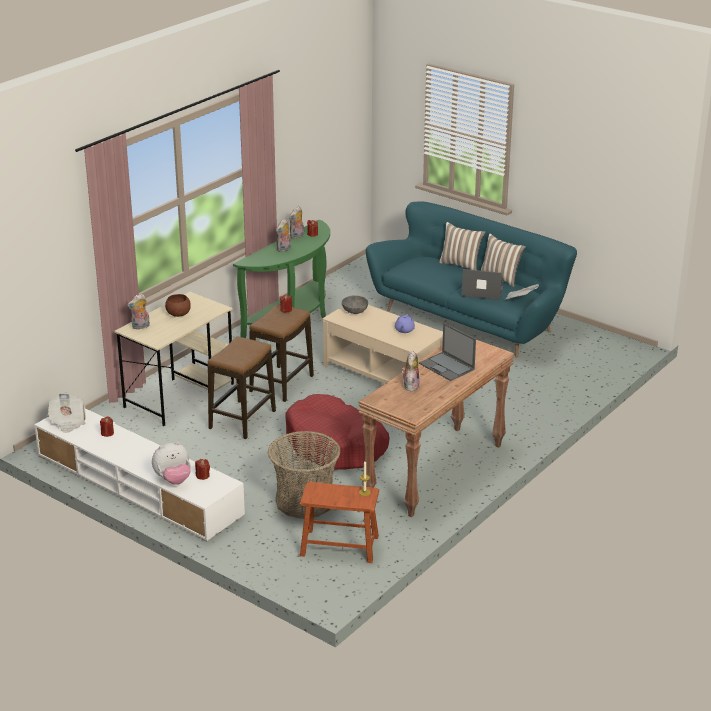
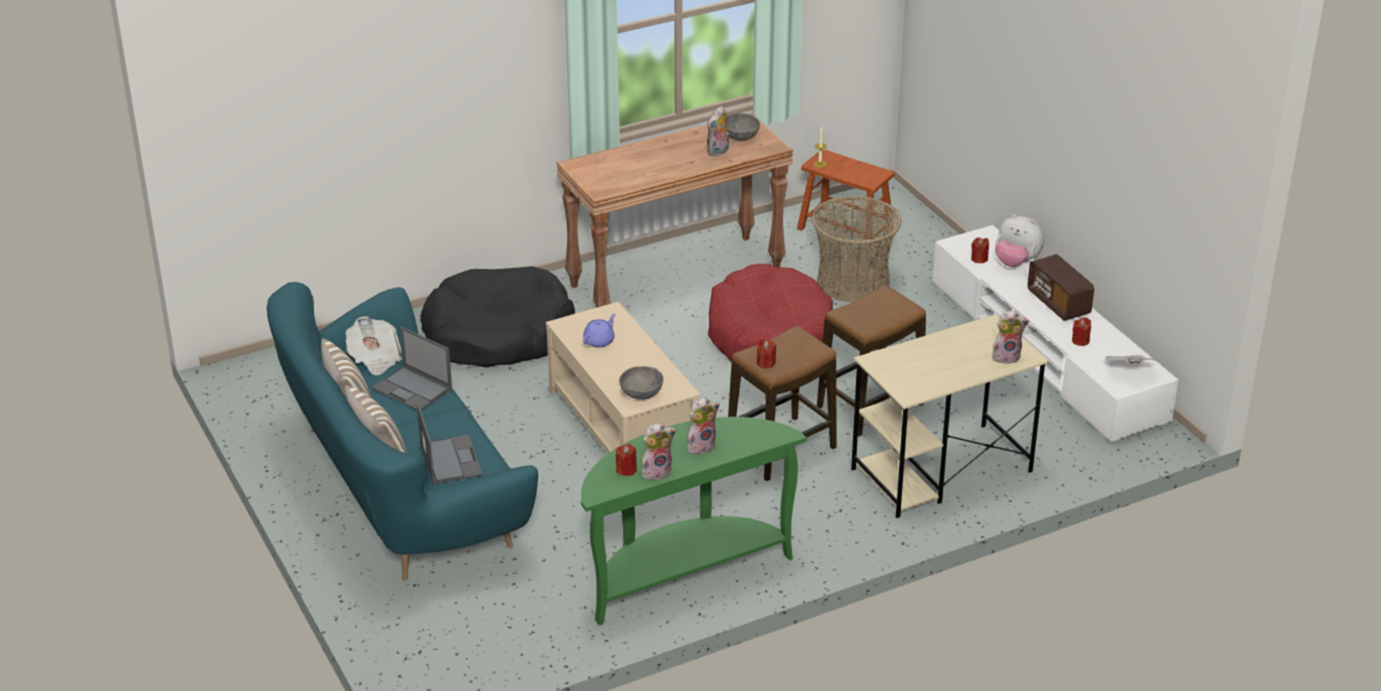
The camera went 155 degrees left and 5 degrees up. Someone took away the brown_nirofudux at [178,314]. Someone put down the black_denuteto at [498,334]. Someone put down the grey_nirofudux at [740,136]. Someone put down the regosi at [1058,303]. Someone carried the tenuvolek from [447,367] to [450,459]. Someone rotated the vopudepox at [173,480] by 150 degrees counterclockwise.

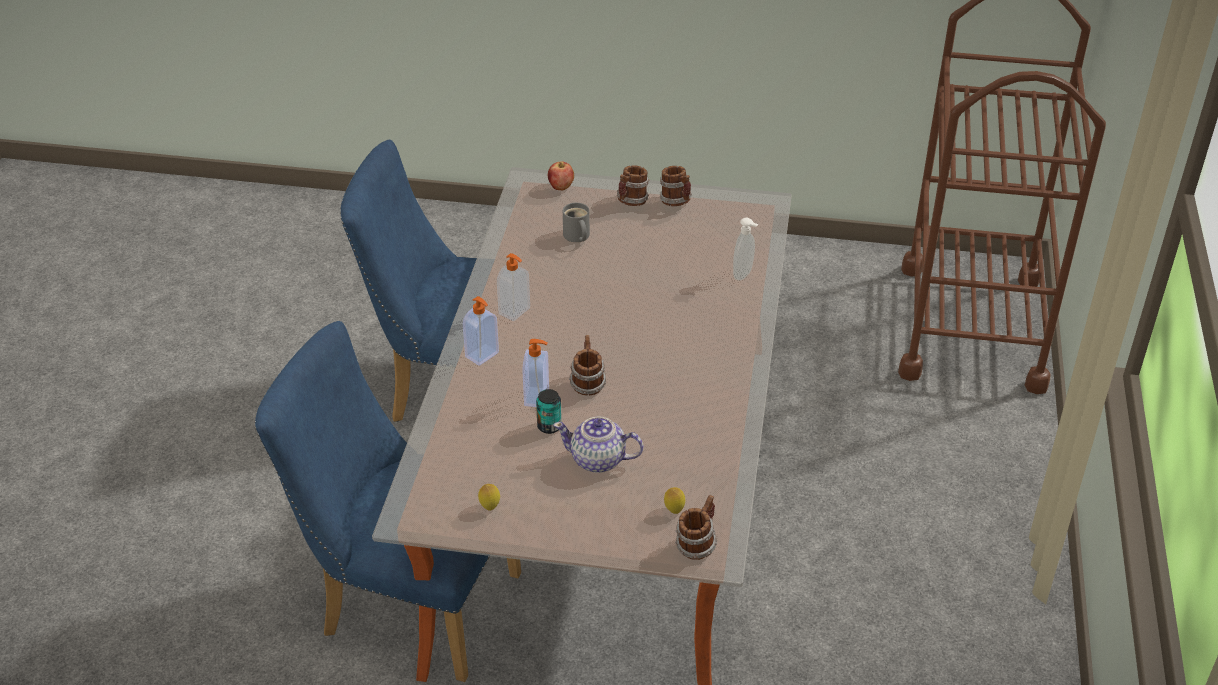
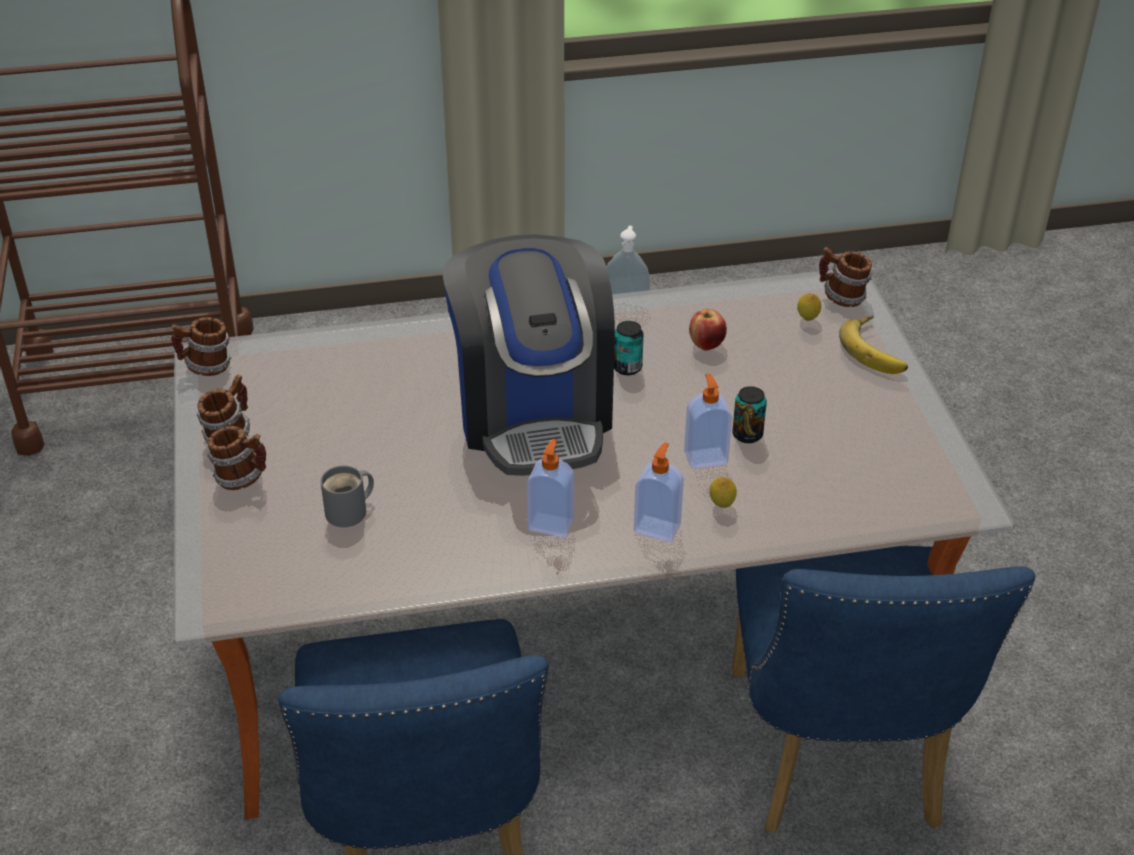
The camera went 110 degrees left and 0 degrees up. Someone took away the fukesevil at [598,460]. Someone put down the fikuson at [533,413]. Someone put down the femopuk at [627,367]. Someone put down the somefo at [877,350]. Someone carried the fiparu from [490,507] to [721,506]. Someone carried the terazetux from [561,187] to [706,344]. Someone carried the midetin from [587,383] to [206,367]. Someone carried the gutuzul from [744,275] to [626,303].

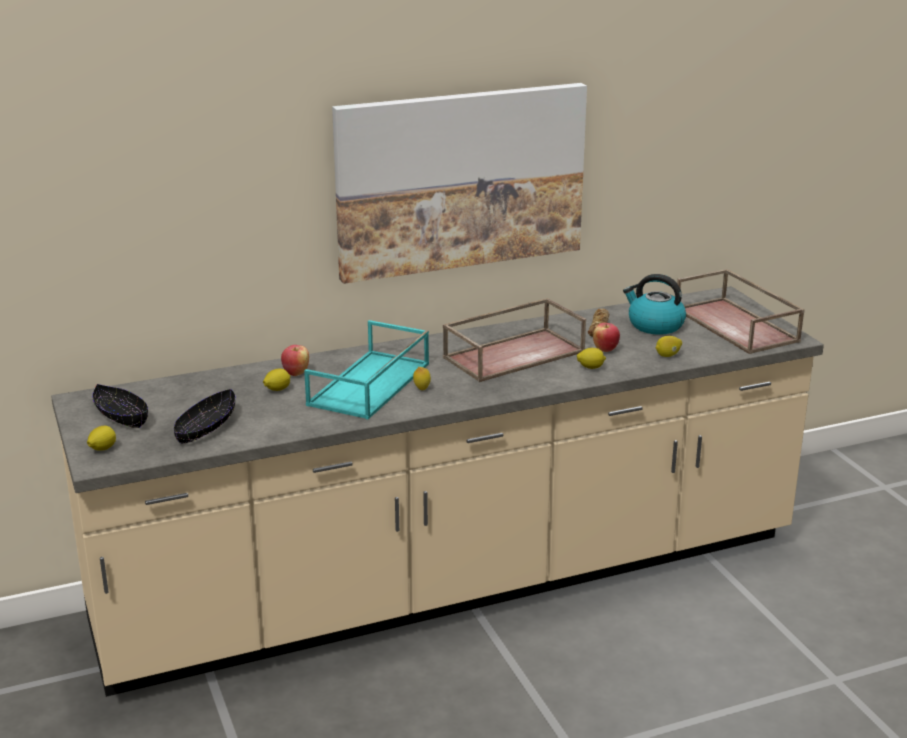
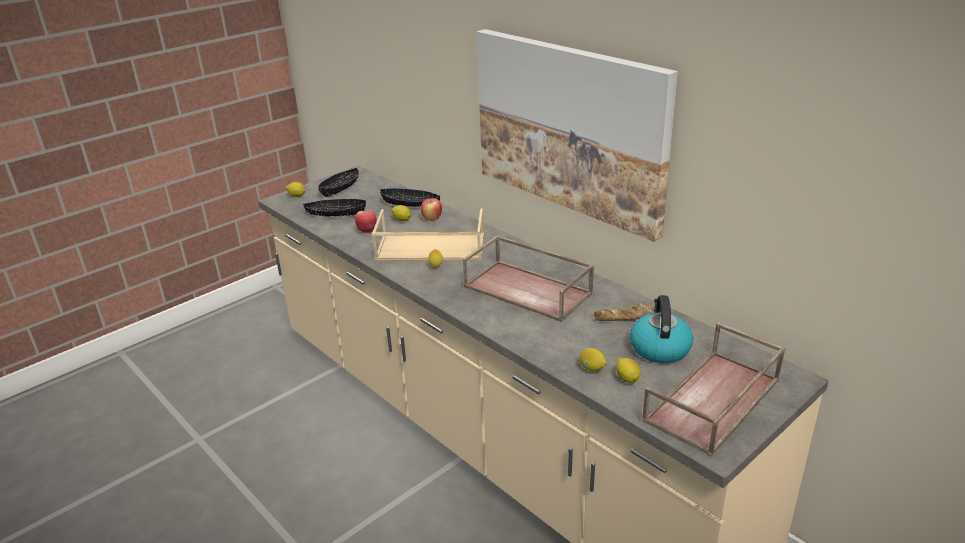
The camera went 70 degrees right and 5 degrees up. Someone put down the black_nirofudux at [410,204]. Someone carried the fiparu from [590,367] to [627,379]. Someone carried the terazetux from [605,349] to [367,231]. Someone repainted the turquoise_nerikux at [370,385], which became the beige_nerikux at [429,247].

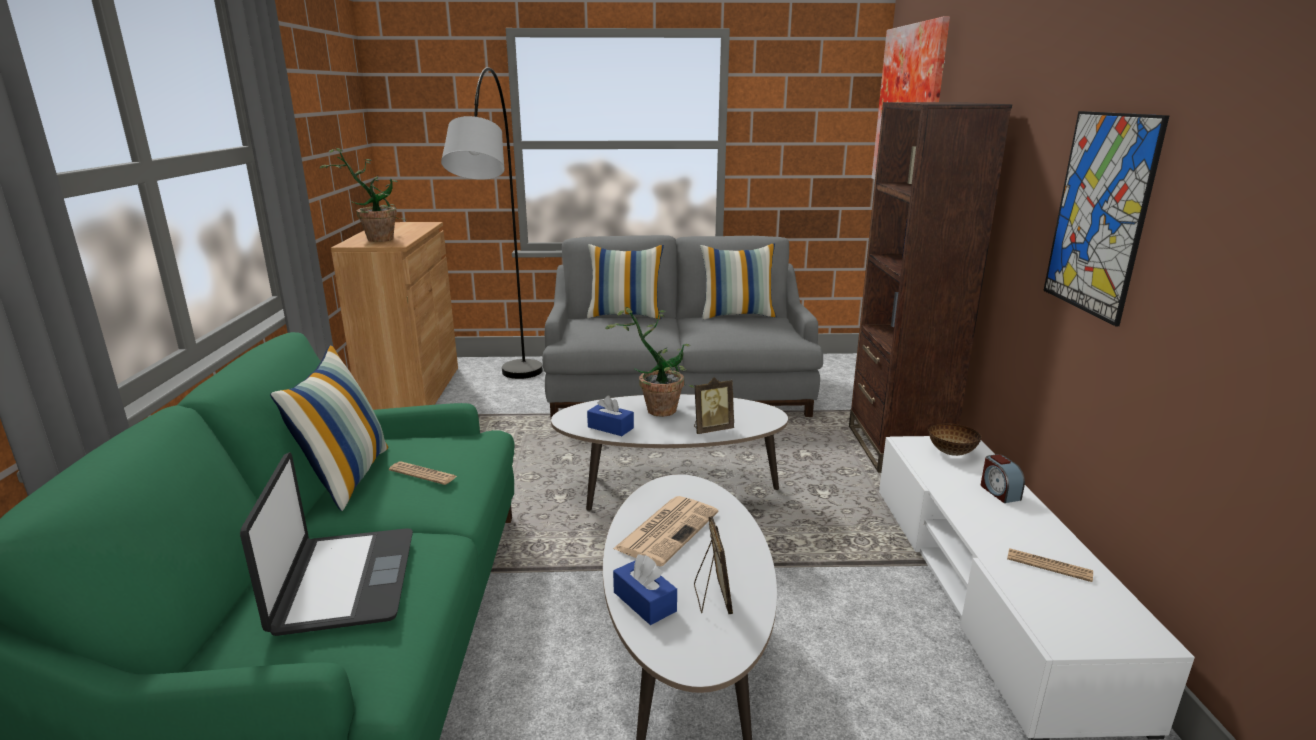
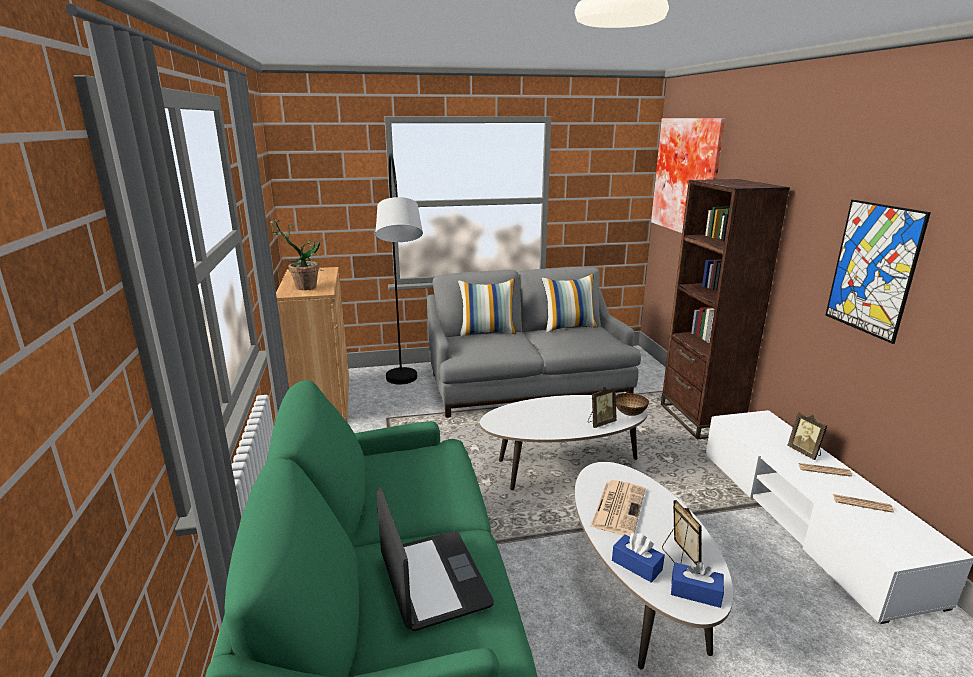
The camera went 10 degrees left and 0 degrees up. Someone took away the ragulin at [346,477]. Someone took away the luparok at [658,407]. Someone carried the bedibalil from [423,474] to [824,470]. Someone carried the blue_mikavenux from [610,427] to [695,592]. Someone carried the nirofudux from [952,452] to [630,413]. Someone swapped the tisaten at [999,492] for the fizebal at [805,452].

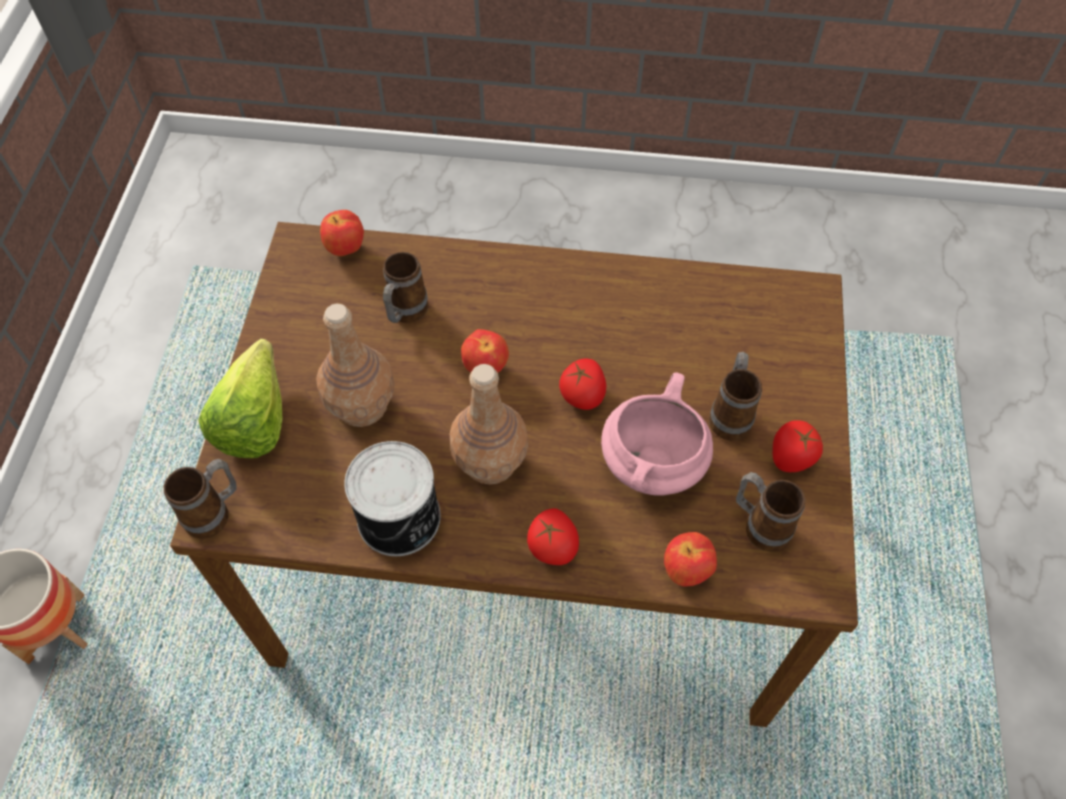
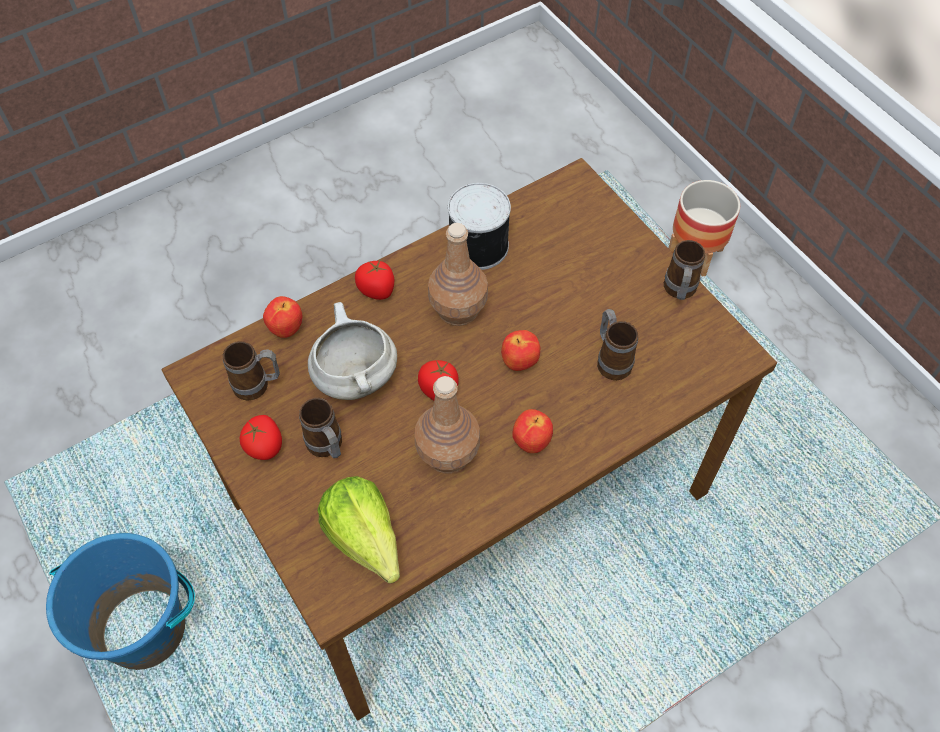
The camera went 140 degrees right and 0 degrees up. Someone put down the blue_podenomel at [145,628]. Someone carried the midetin from [215,513] to [678,292]. Someone carried the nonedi from [259,412] to [367,547]. Someone carried the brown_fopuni from [362,405] to [447,454]. Someone carried the terazetux from [345,249] to [531,441]. Someone repainted the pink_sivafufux at [653,465], which became the white_sivafufux at [354,376].

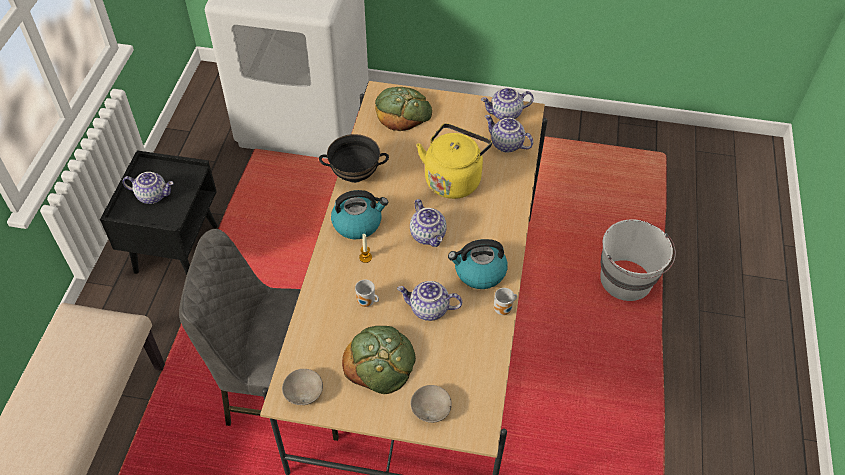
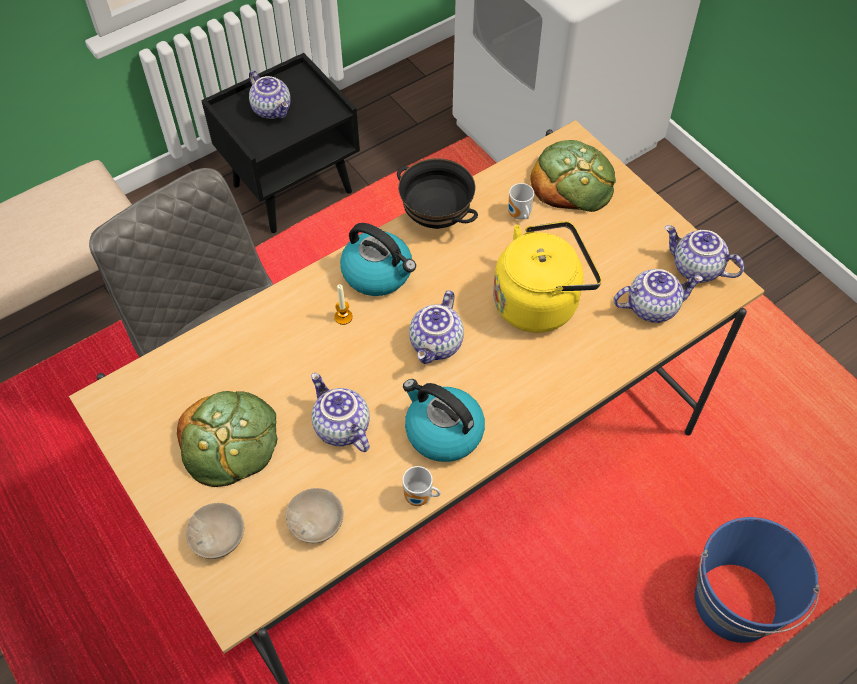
The camera went 45 degrees right and 5 degrees up. Someone carried the beige_nirofudux from [305,391] to [318,522]. Someone carried the midetin from [366,303] to [518,215]. Someone repainted the white_podenomel at [626,281], which became the blue_podenomel at [735,604]. Someone rotated the fukesevil at [506,145] by 90 degrees clockwise.

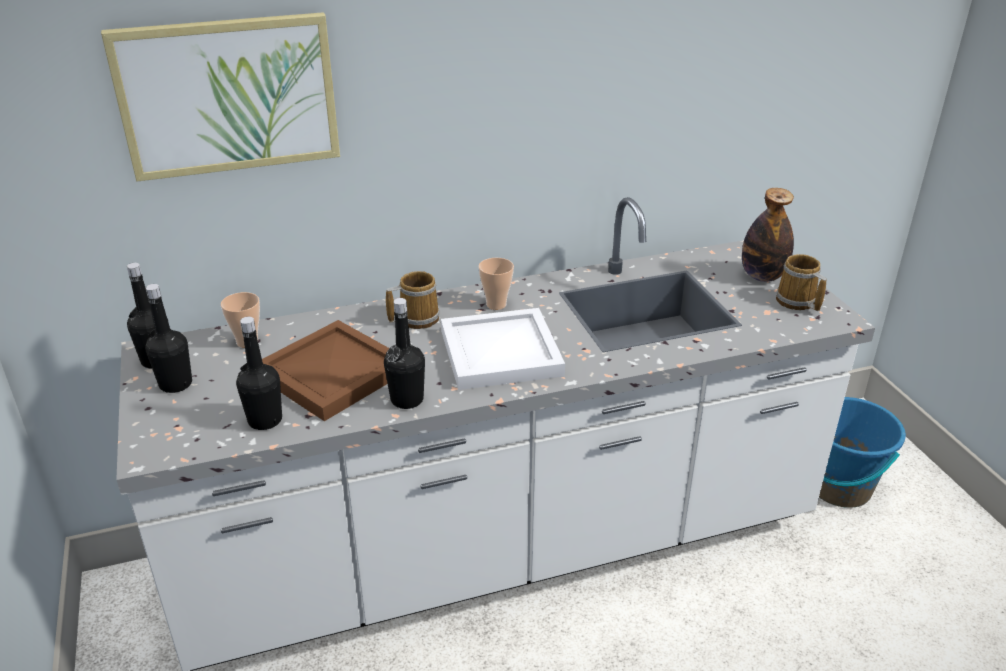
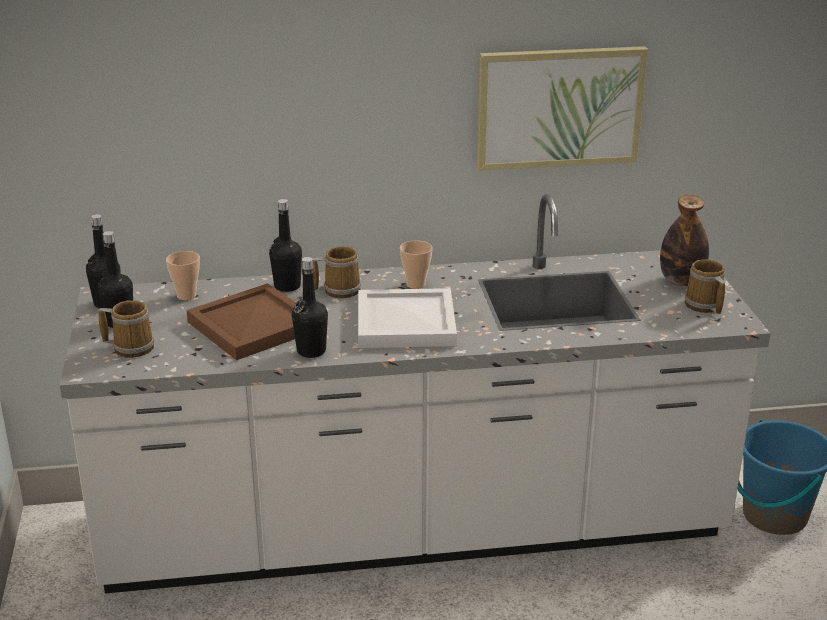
The camera went 10 degrees right and 5 degrees down. Someone put down the midetin at [131,347]. Someone carried the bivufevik from [228,95] to [559,107]. Someone carried the black_fopuni from [265,420] to [287,286].

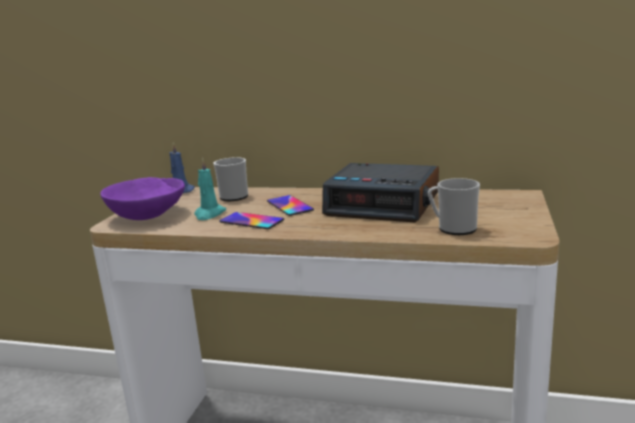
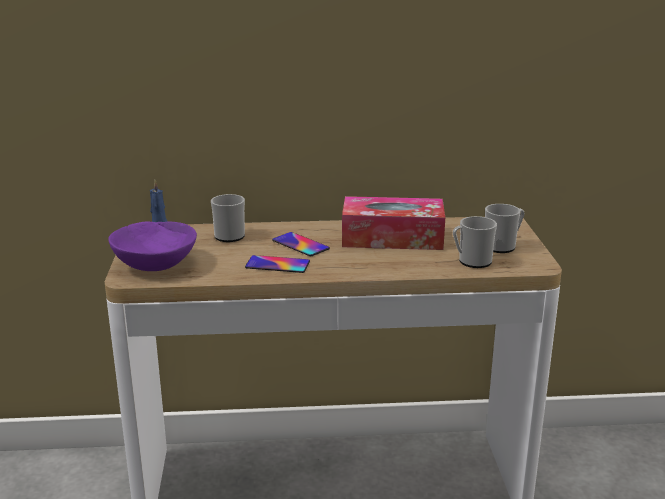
The camera went 20 degrees left and 5 degrees up. Someone took away the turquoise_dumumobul at [209,214]. Someone put down the midetin at [502,246]. Someone swapped the tisaten at [384,204] for the mikavenux at [392,238].

